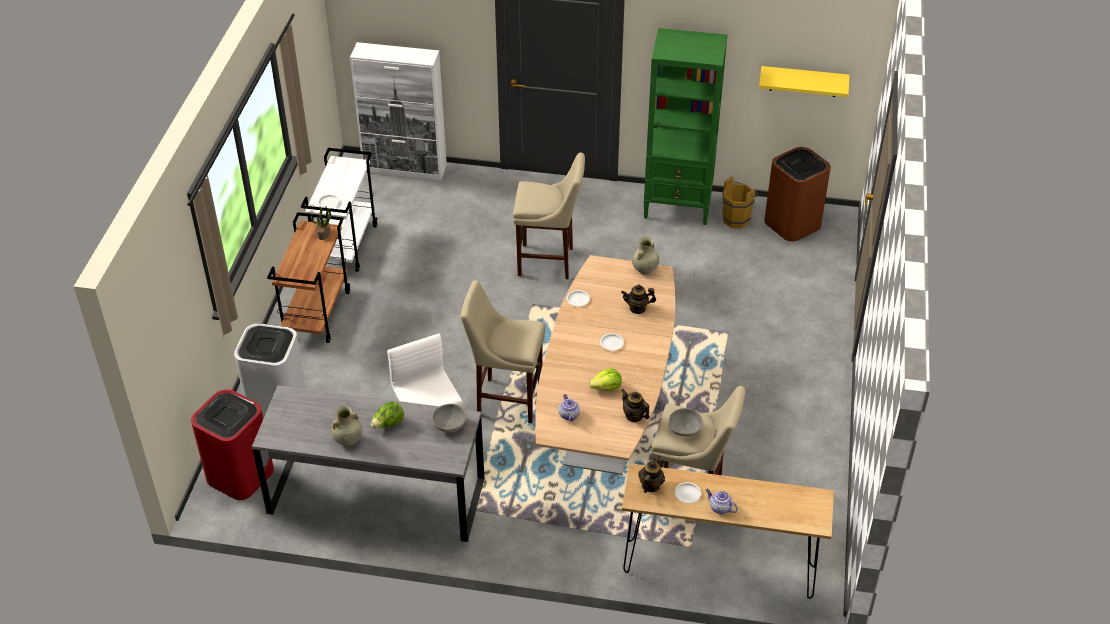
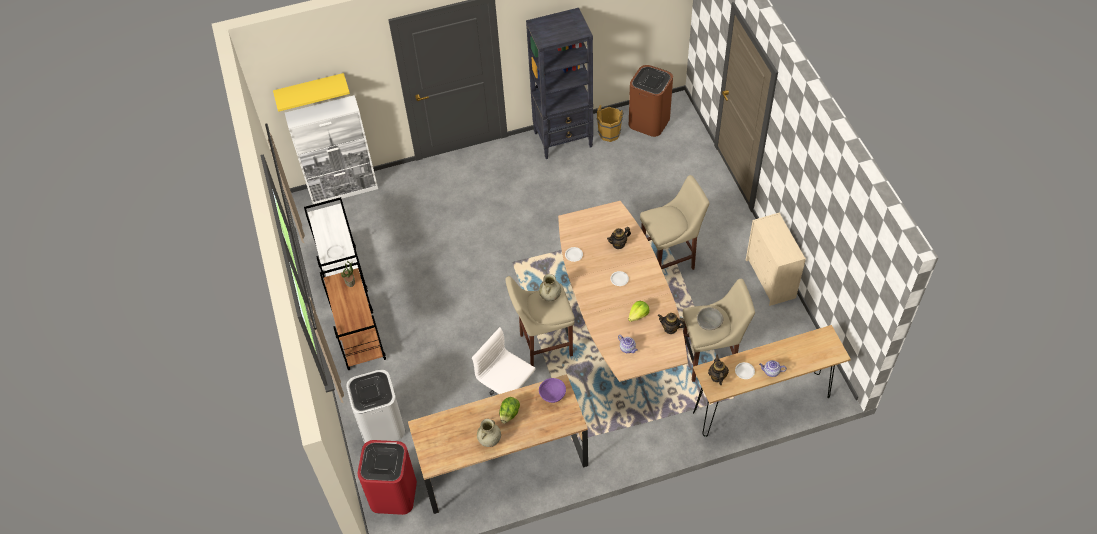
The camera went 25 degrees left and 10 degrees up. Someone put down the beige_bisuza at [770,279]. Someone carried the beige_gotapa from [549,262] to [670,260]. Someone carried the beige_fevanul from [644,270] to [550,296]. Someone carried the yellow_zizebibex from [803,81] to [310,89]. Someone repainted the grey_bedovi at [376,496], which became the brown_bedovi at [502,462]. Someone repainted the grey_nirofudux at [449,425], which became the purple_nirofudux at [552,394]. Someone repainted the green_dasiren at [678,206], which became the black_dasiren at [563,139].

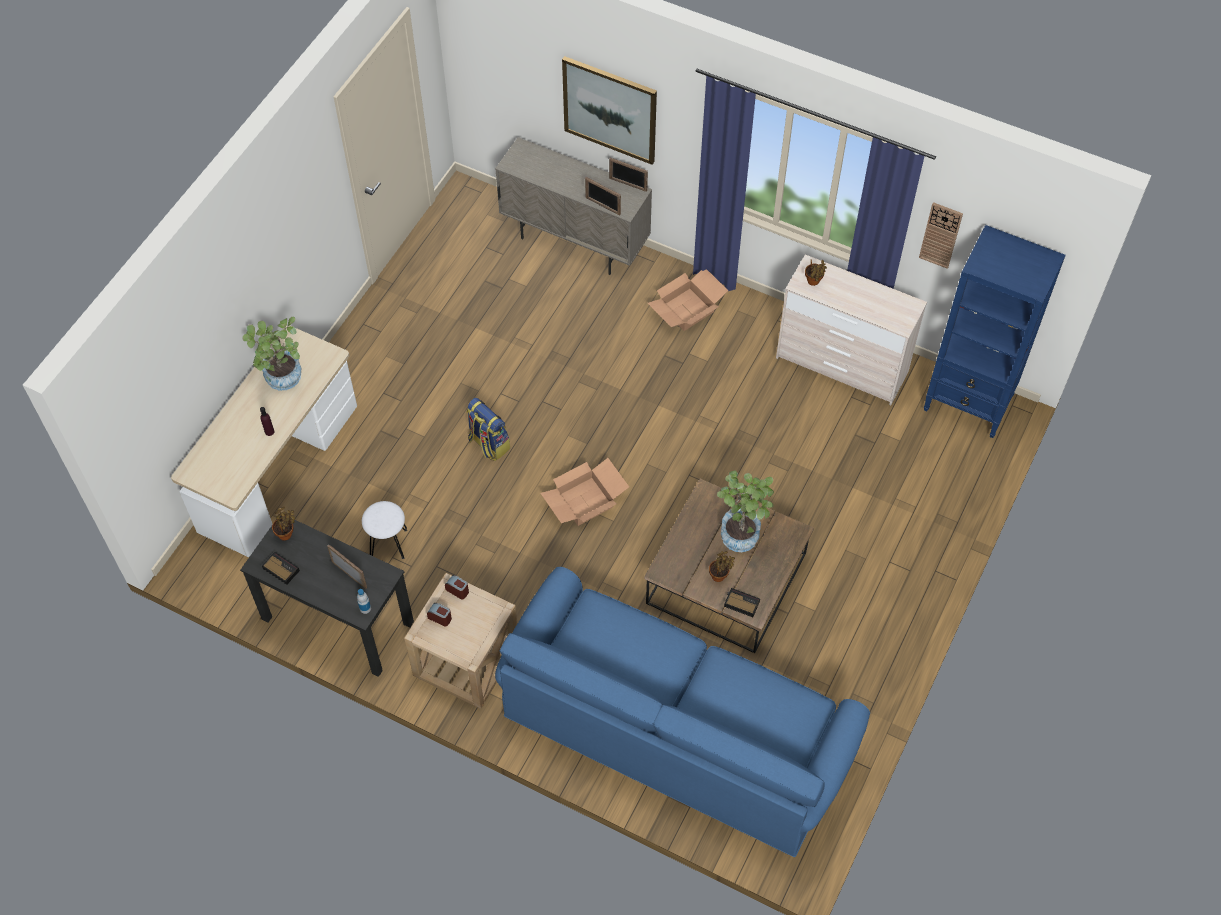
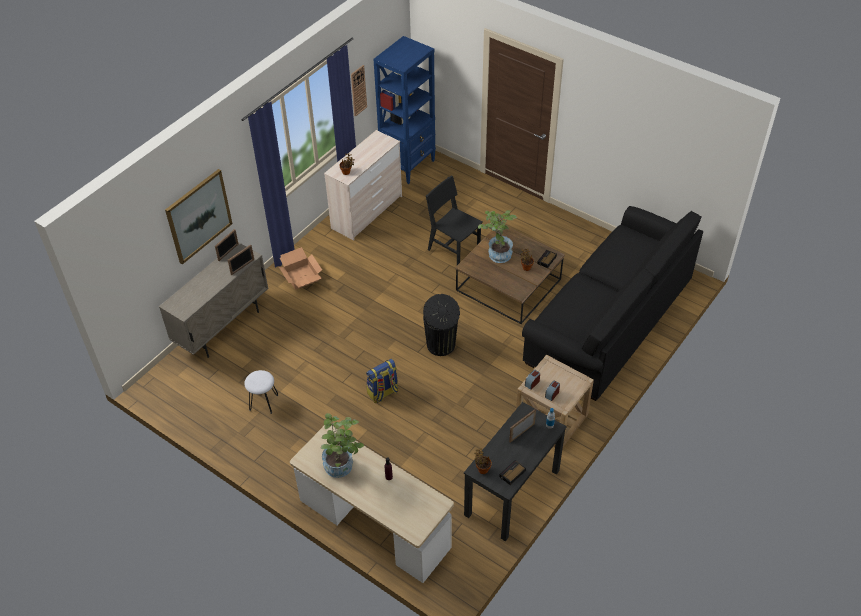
The camera went 80 degrees left and 10 degrees down. Someone put down the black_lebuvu at [454,249]. Someone carried the white_gotapa from [389,543] to [264,402]. Someone swapped the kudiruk at [585,502] for the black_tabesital at [441,346]. Someone repainted the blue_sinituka at [675,730], which became the black_sinituka at [608,321].

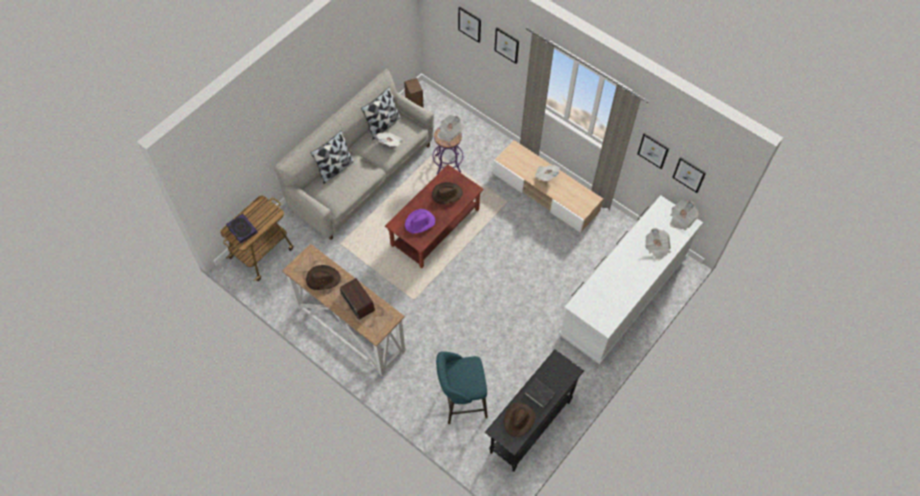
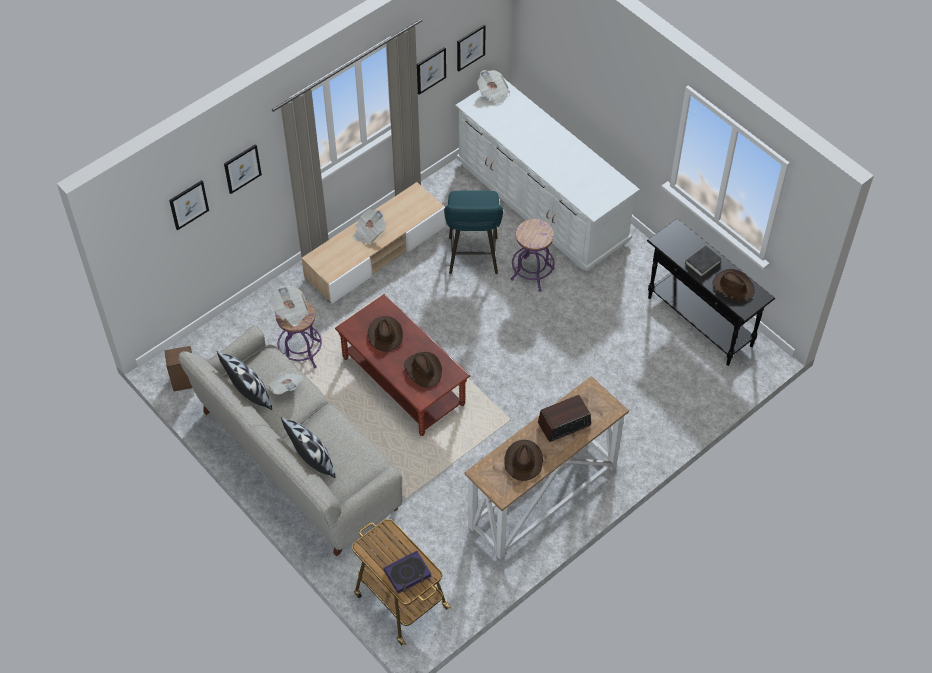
The camera went 80 degrees left and 5 degrees down. Someone took away the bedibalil at [656,248]. Someone put down the purple_gotapa at [532,274]. Someone carried the turquoise_gotapa from [461,402] to [473,258]. Someone repainted the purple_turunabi at [420,222], which became the brown_turunabi at [424,370].

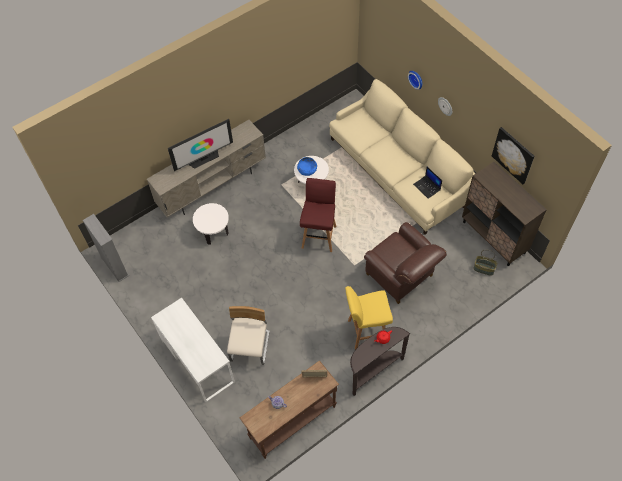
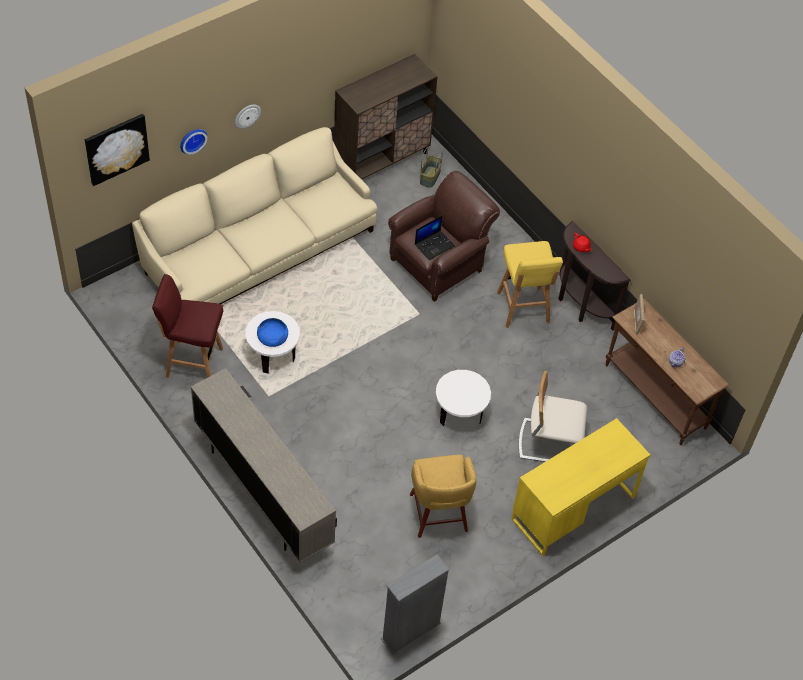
The camera went 95 degrees left and 5 degrees down. Someone took away the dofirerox at [204,158]. Someone put down the yellow_gotapa at [438,514]. Someone carried the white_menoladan from [214,232] to [459,415]. Someone carried the red_gotapa from [319,236] to [193,362]. Someone carried the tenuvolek from [427,187] to [434,245]. Someone carried the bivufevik from [513,155] to [116,148]. Someone repainted the white_bedovi at [198,361], which became the yellow_bedovi at [573,508].

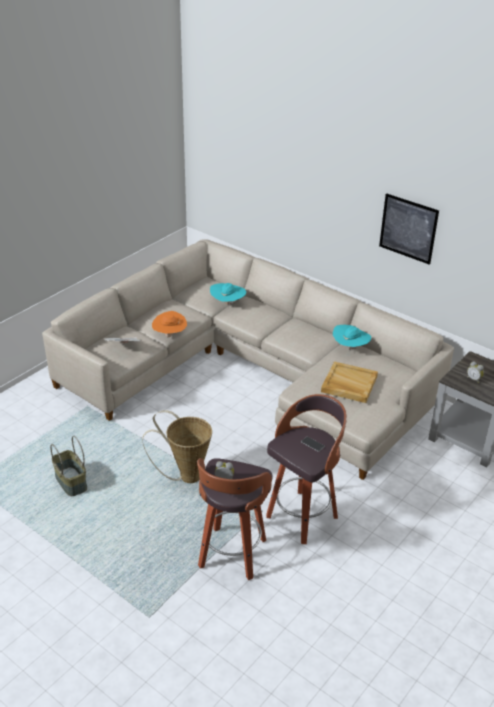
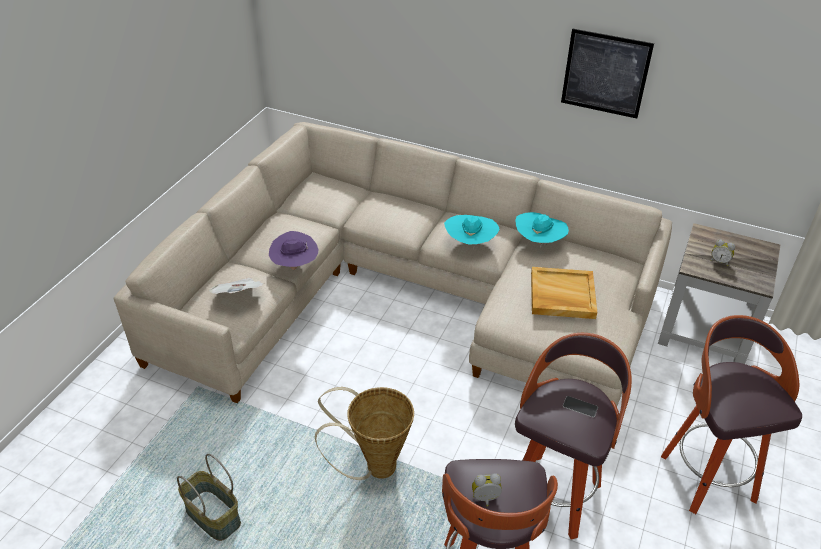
The camera went 15 degrees left and 5 degrees up. Someone put down the gotapa at [706,475]. Someone carried the turquoise_turunabi from [228,304] to [470,244]. Someone repainted the orange_turunabi at [169,335], which became the purple_turunabi at [295,266].

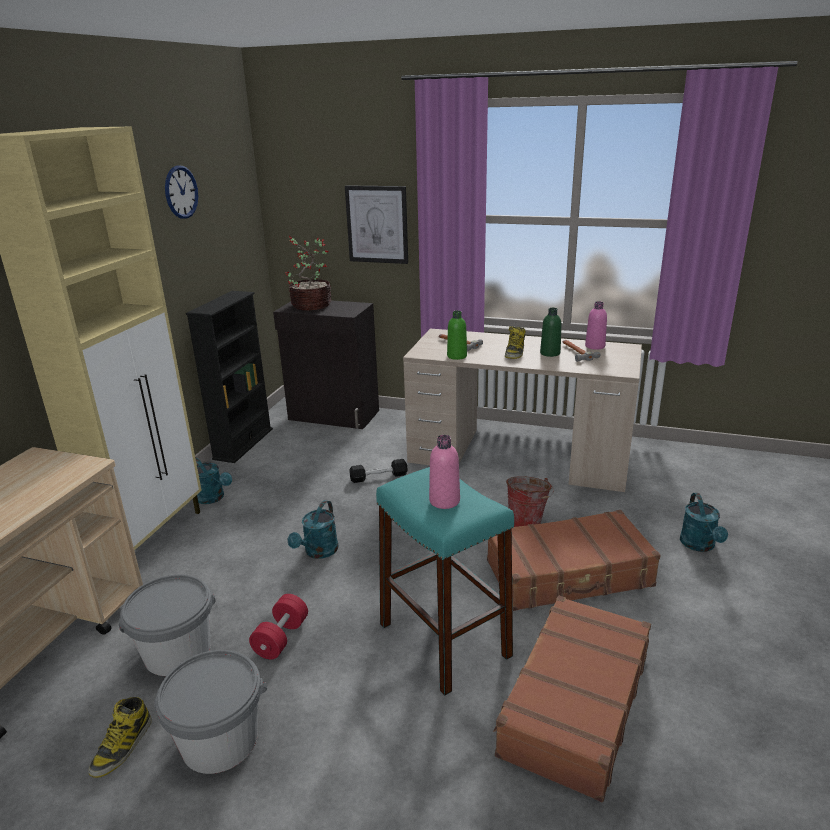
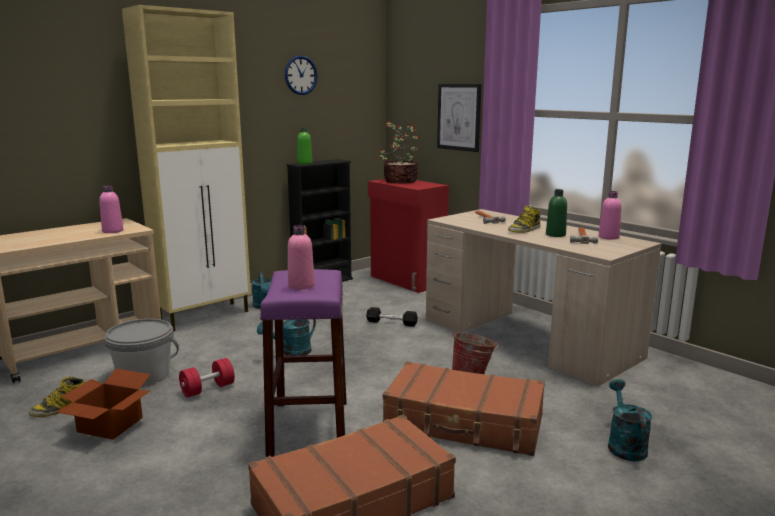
The camera went 30 degrees right and 10 degrees down. Someone put down the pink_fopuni at [112,231]. Someone carried the green_fopuni from [457,356] to [304,163]. Someone swapped the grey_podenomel at [220,740] for the kudiruk at [108,425]. Someone repainted the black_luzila at [334,416], which became the red_luzila at [407,280]. Someone repainted the turquoise_gotapa at [444,640], which became the purple_gotapa at [309,427]. Someone rotated the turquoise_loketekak at [700,545] by 150 degrees clockwise.

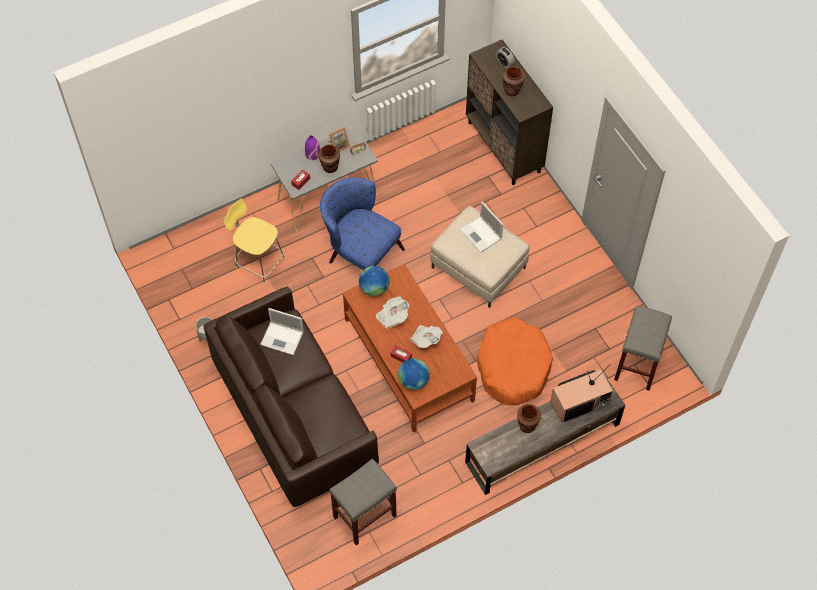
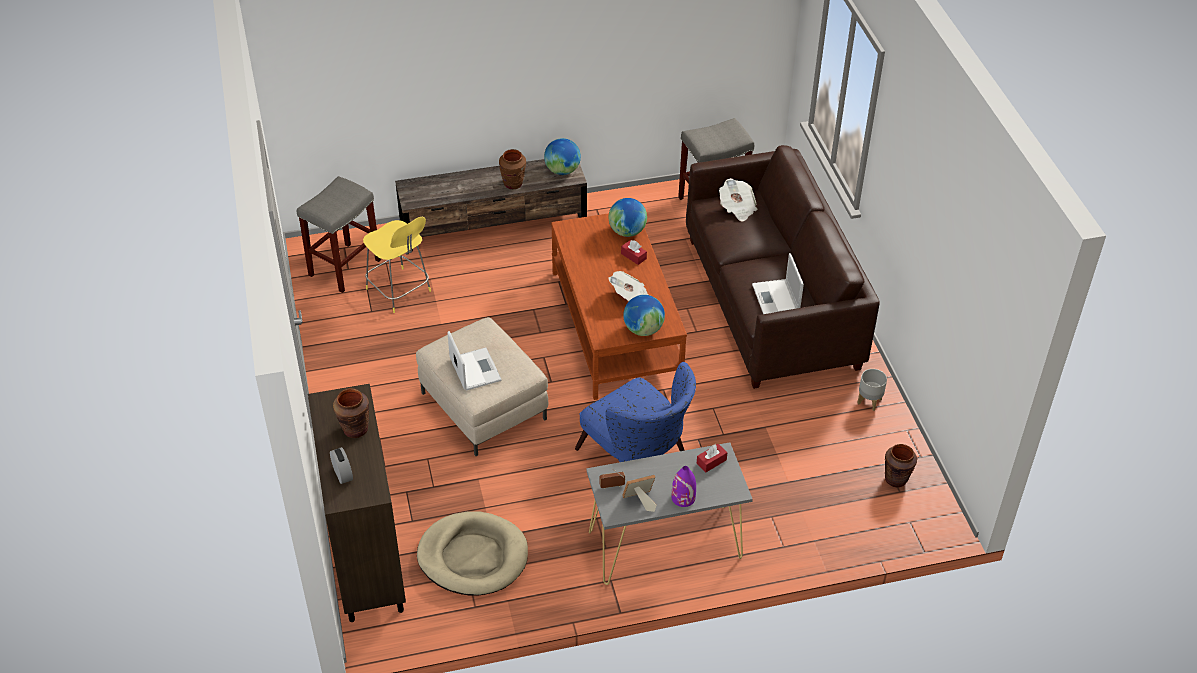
The camera went 165 degrees left and 15 degrees down. Someone took away the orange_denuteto at [513,366]. Someone took away the dofirerox at [579,401]. Someone put down the beige_denuteto at [473,556]. Someone put down the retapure at [562,171]. Someone carried the yellow_gotapa from [258,262] to [400,291]. Someone carried the brown_fevanul from [330,167] to [896,479]. Someone carried the bedibalil from [426,339] to [737,208]. Someone rotated the tenuvolek at [283,338] by 135 degrees counterclockwise.

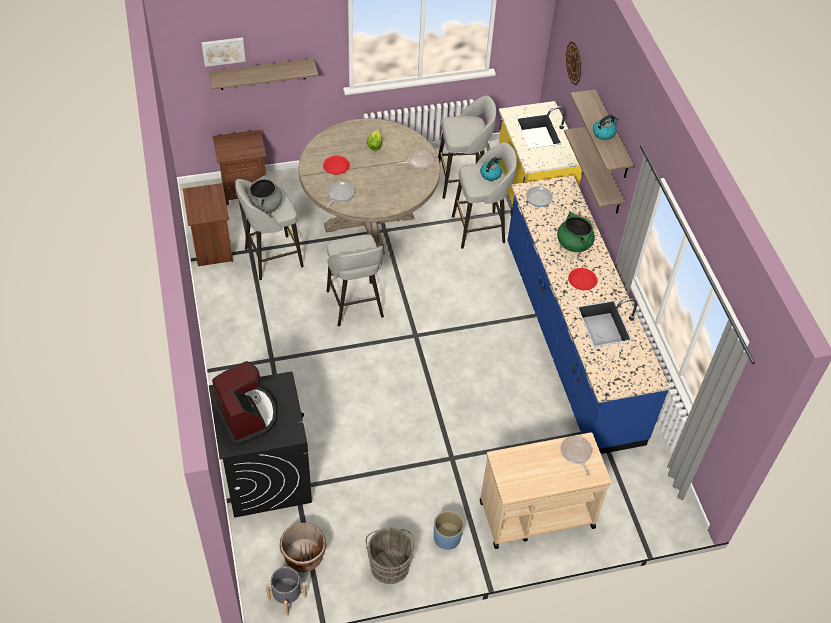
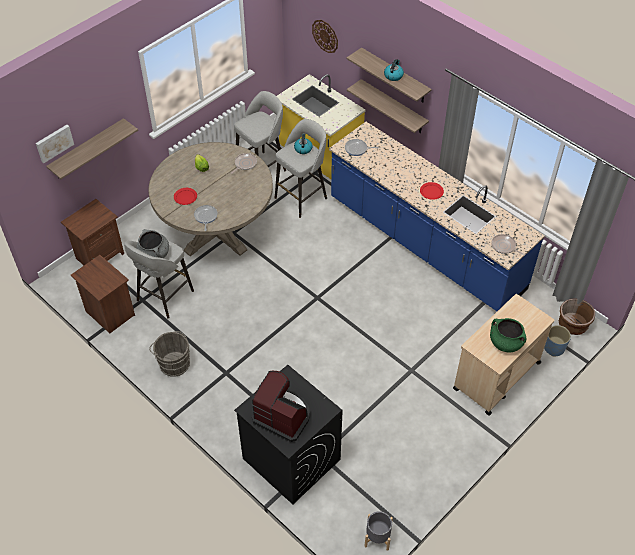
The camera went 30 degrees left and 0 degrees up. Someone took away the grey_gotapa at [355,305]. Someone carried the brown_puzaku from [304,556] to [572,325]. Someone carried the grey_podenomel from [389,564] to [173,363]. Someone carried the blue_puzaku from [447,538] to [554,348]. Someone carried the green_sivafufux from [573,243] to [505,343]. Someone carried the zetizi from [576,453] to [504,246].

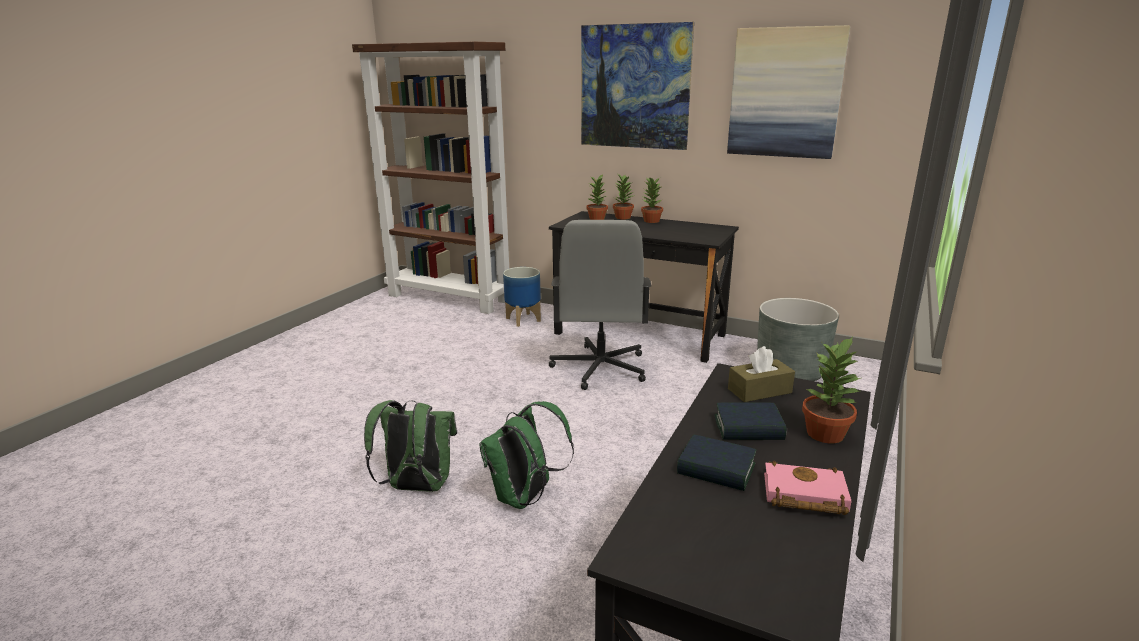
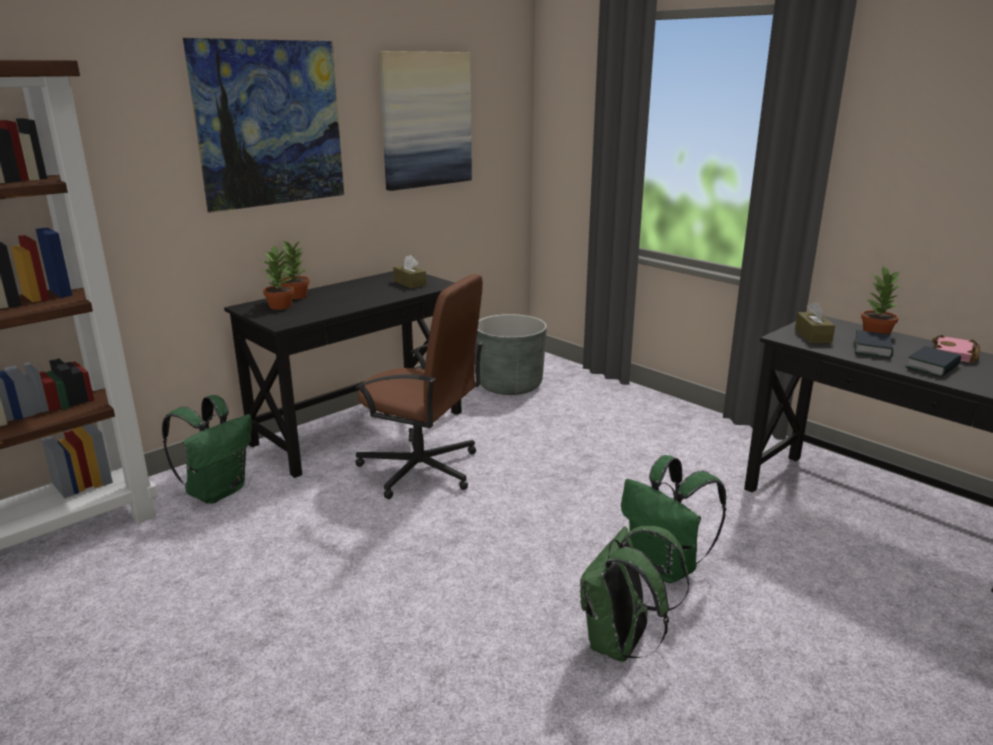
The camera went 70 degrees left and 0 degrees up. Someone took away the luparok at [651,221]. Someone put down the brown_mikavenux at [410,283]. Someone swapped the puzaku at [523,319] for the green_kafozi at [217,491]. Someone repainted the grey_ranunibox at [599,368], which became the brown_ranunibox at [421,469].

